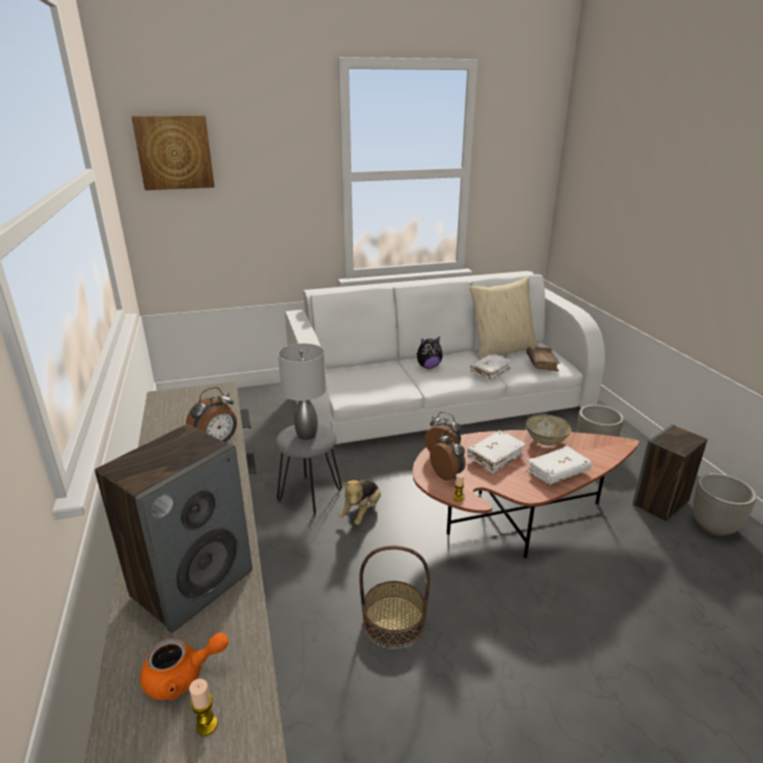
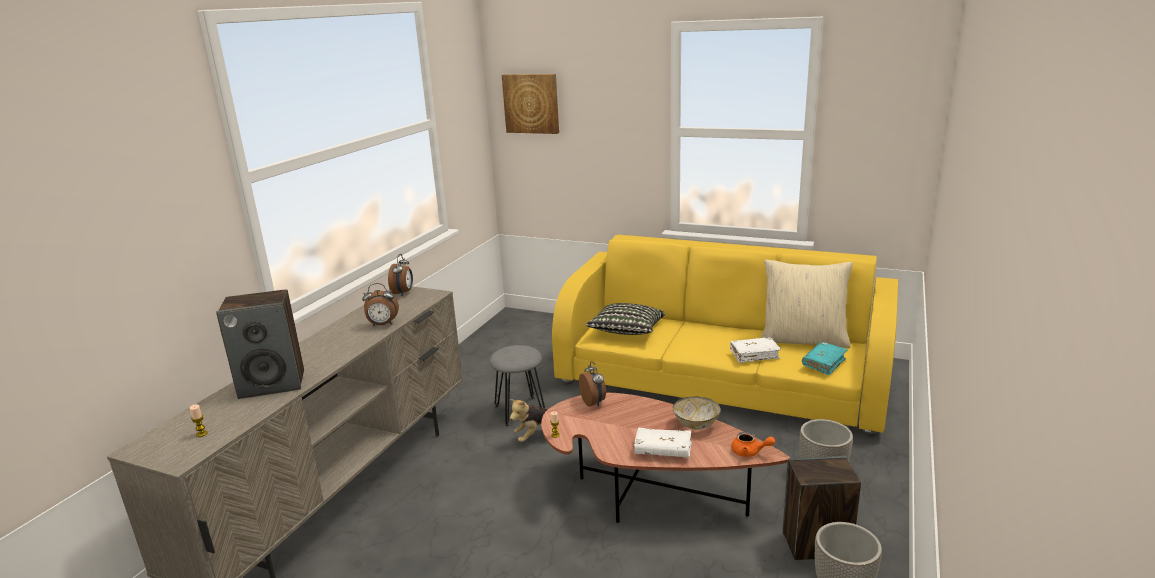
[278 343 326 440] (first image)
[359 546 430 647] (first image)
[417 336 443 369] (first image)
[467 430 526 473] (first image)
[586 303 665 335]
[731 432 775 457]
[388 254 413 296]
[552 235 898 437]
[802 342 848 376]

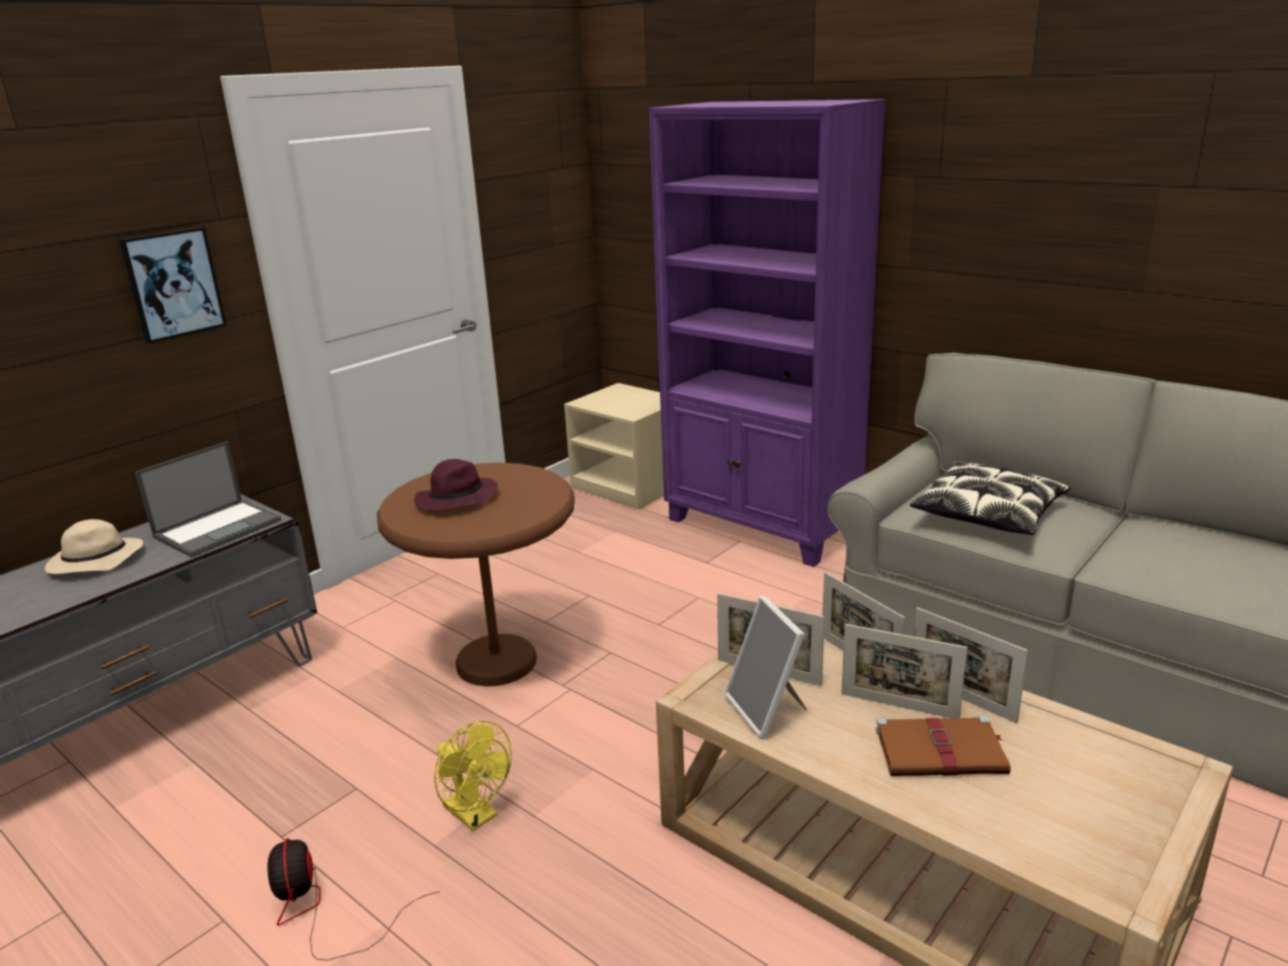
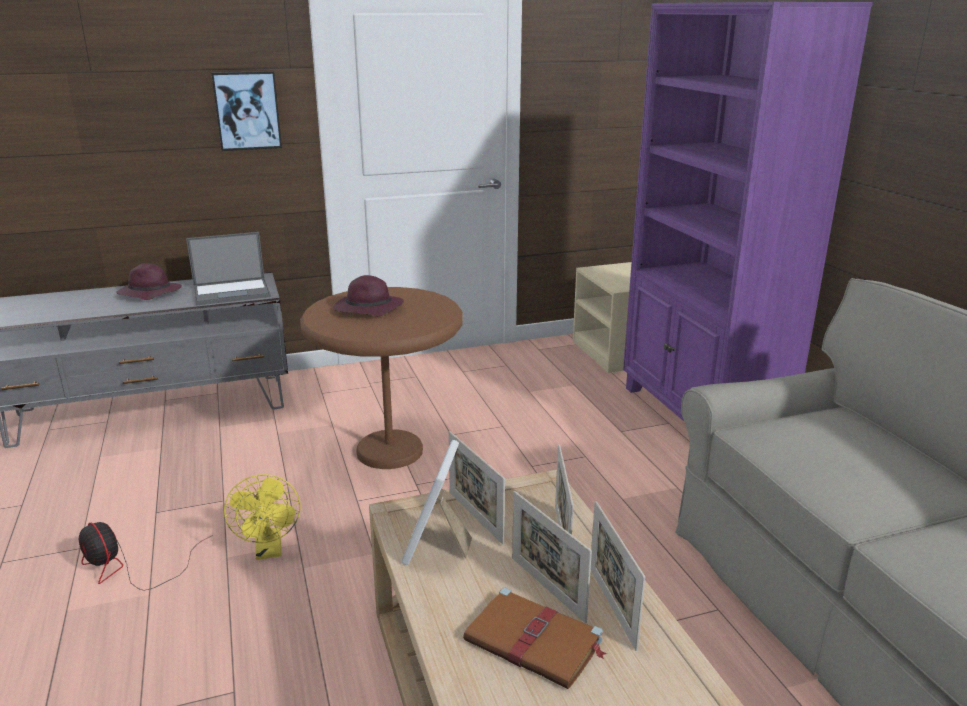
[910 461 1071 535] (first image)
[116 263 182 300]
[79 522 213 591]

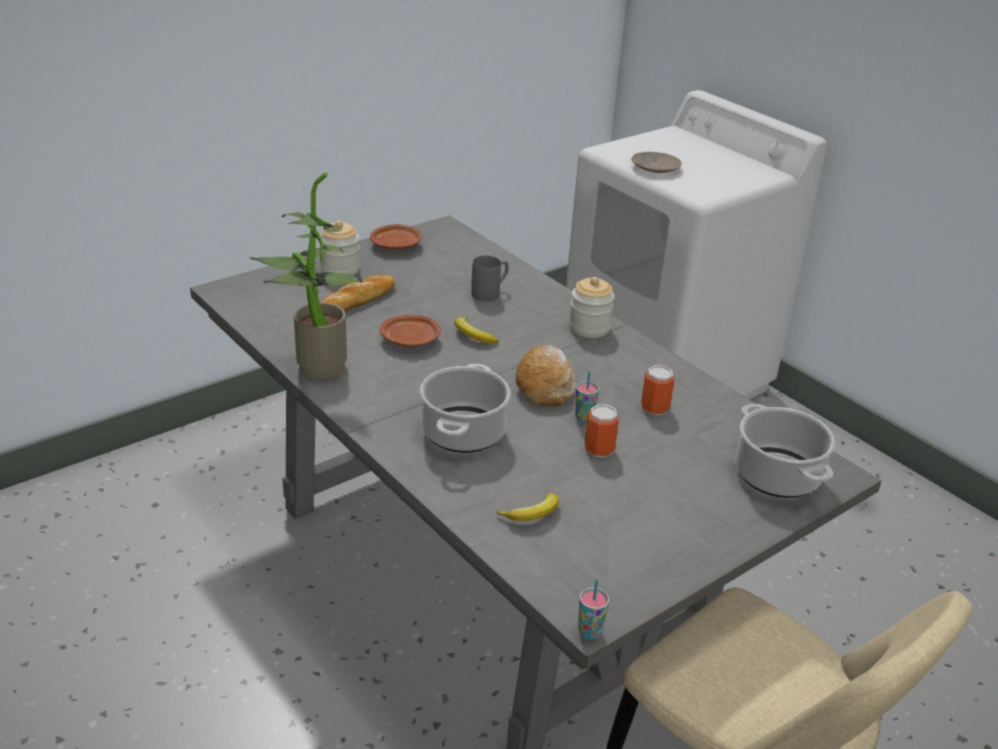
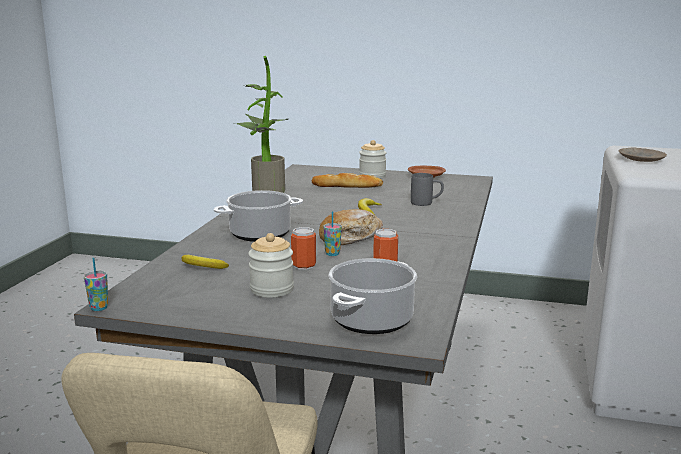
[380 315 441 347] (first image)
[248 233 294 298]

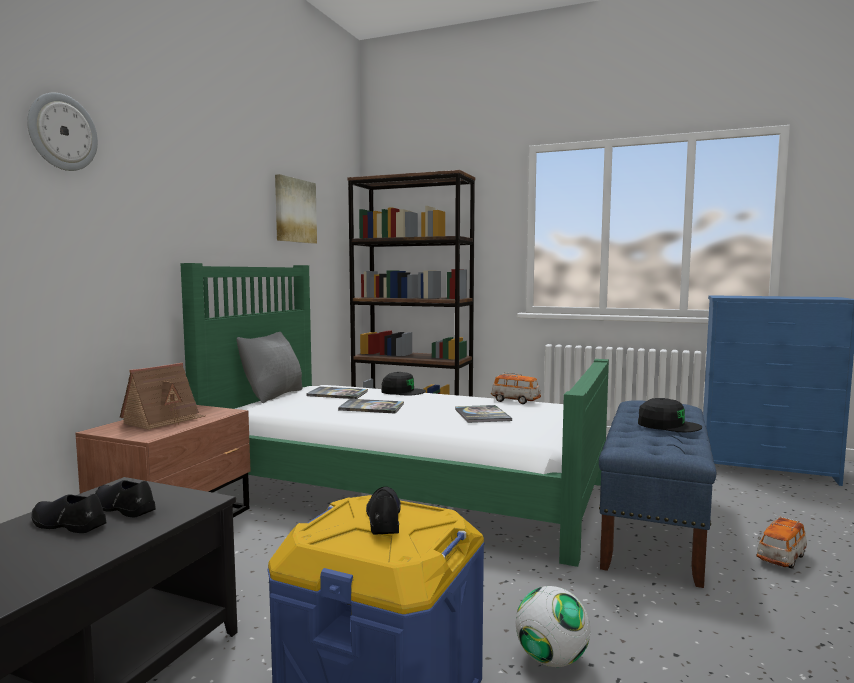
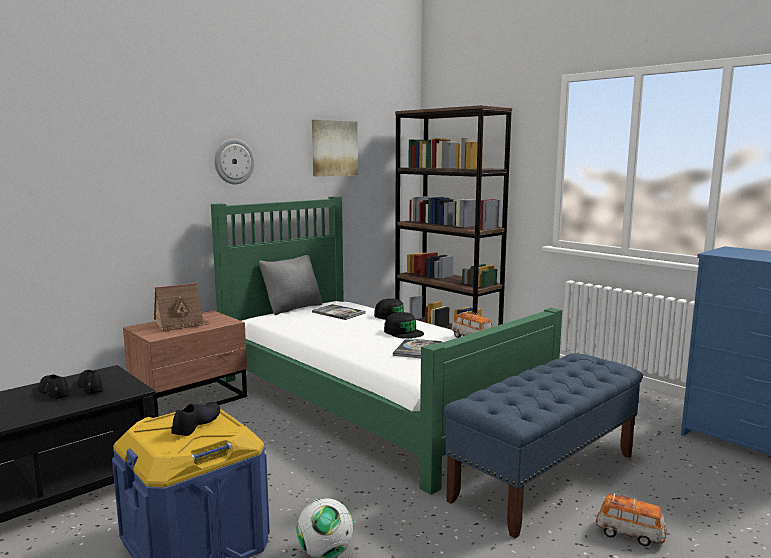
[338 399 404 414] (first image)
[214 139 255 184]
[384 312 424 338]
[596 493 667 546]

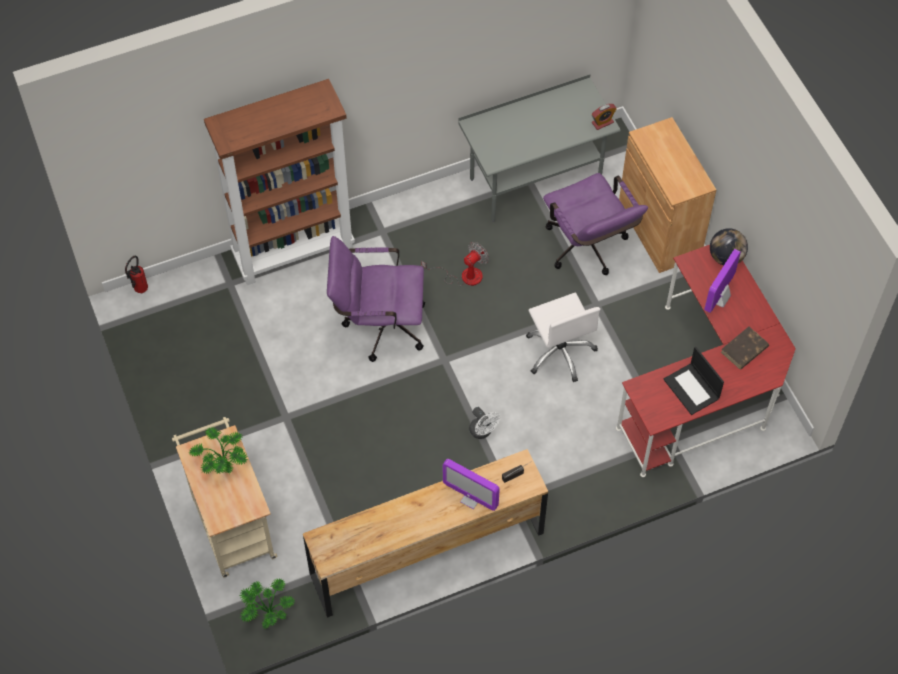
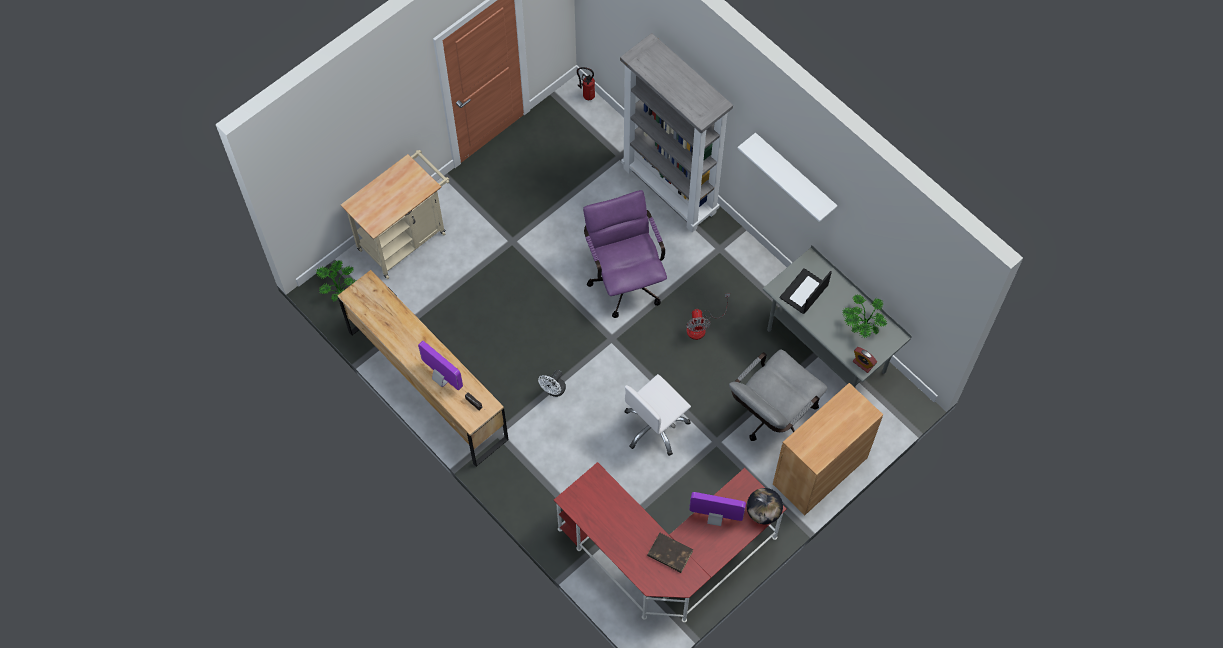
[737 133 838 222]
[842 294 887 338]
[780 268 832 314]
[620 33 733 232]
[729 350 828 441]
[686 293 730 340]
[418 341 463 390]

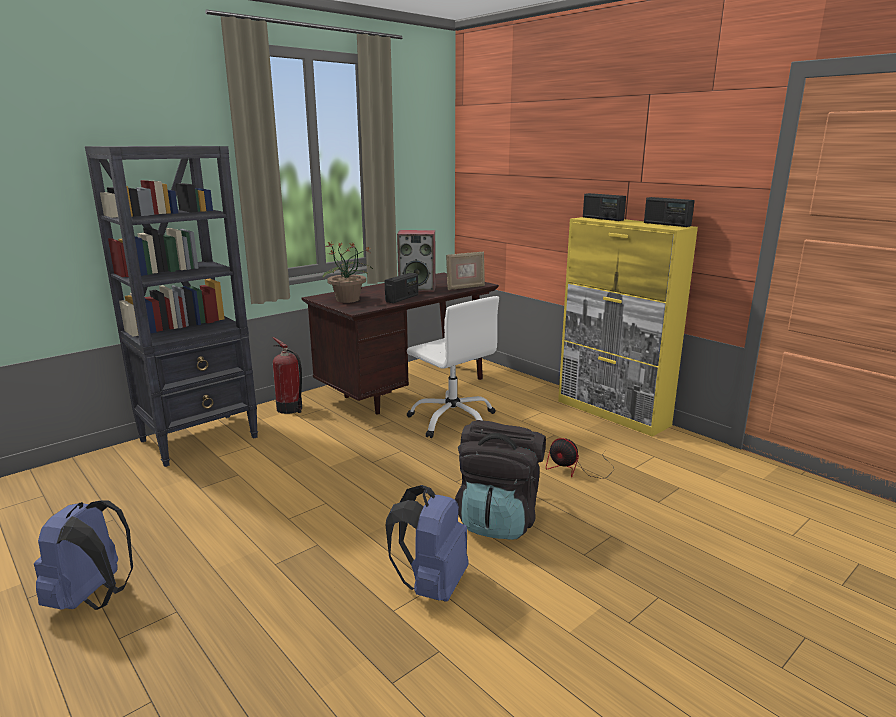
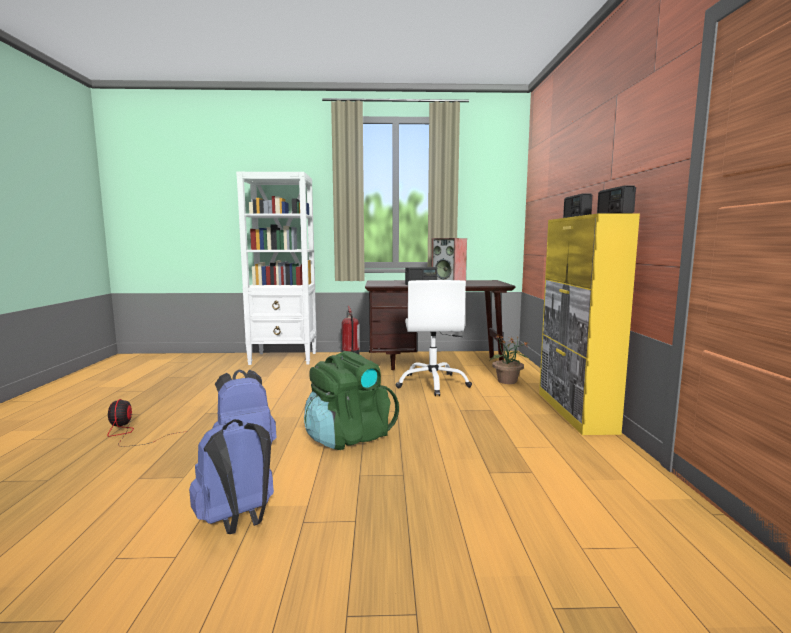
[446 251 485 290] (first image)
[189 419 274 534]
[490 334 530 384]
[107 399 180 447]
[236 171 317 365]
[304 351 399 450]

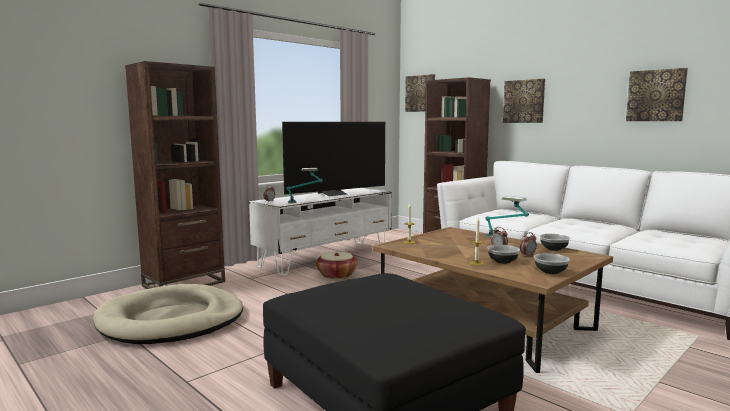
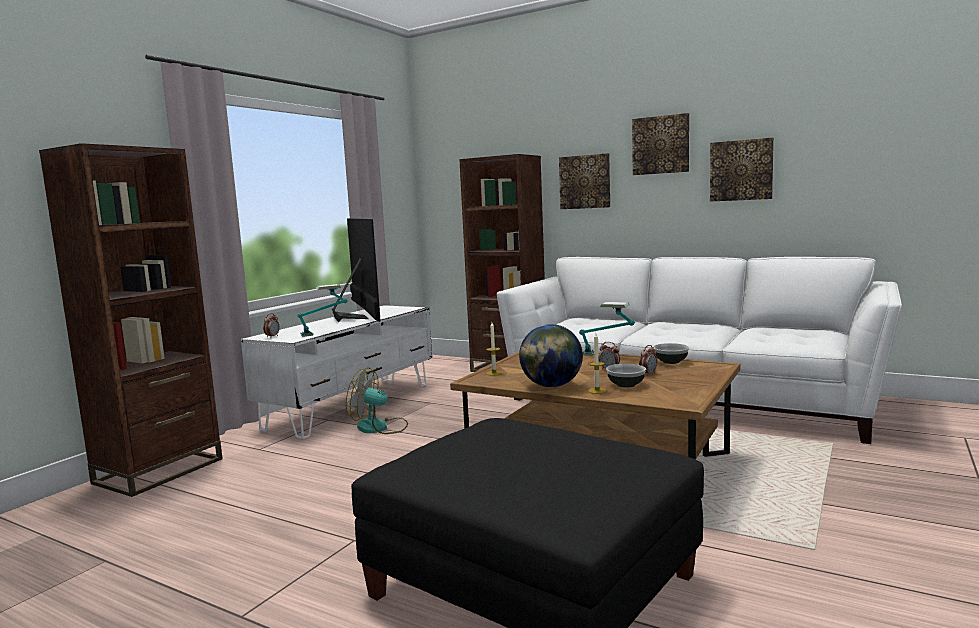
[93 284 243 344] (first image)
[534 253 570 274] (first image)
[519 324 583 387]
[632 113 689 175]
[346 367 408 434]
[332 218 381 322]

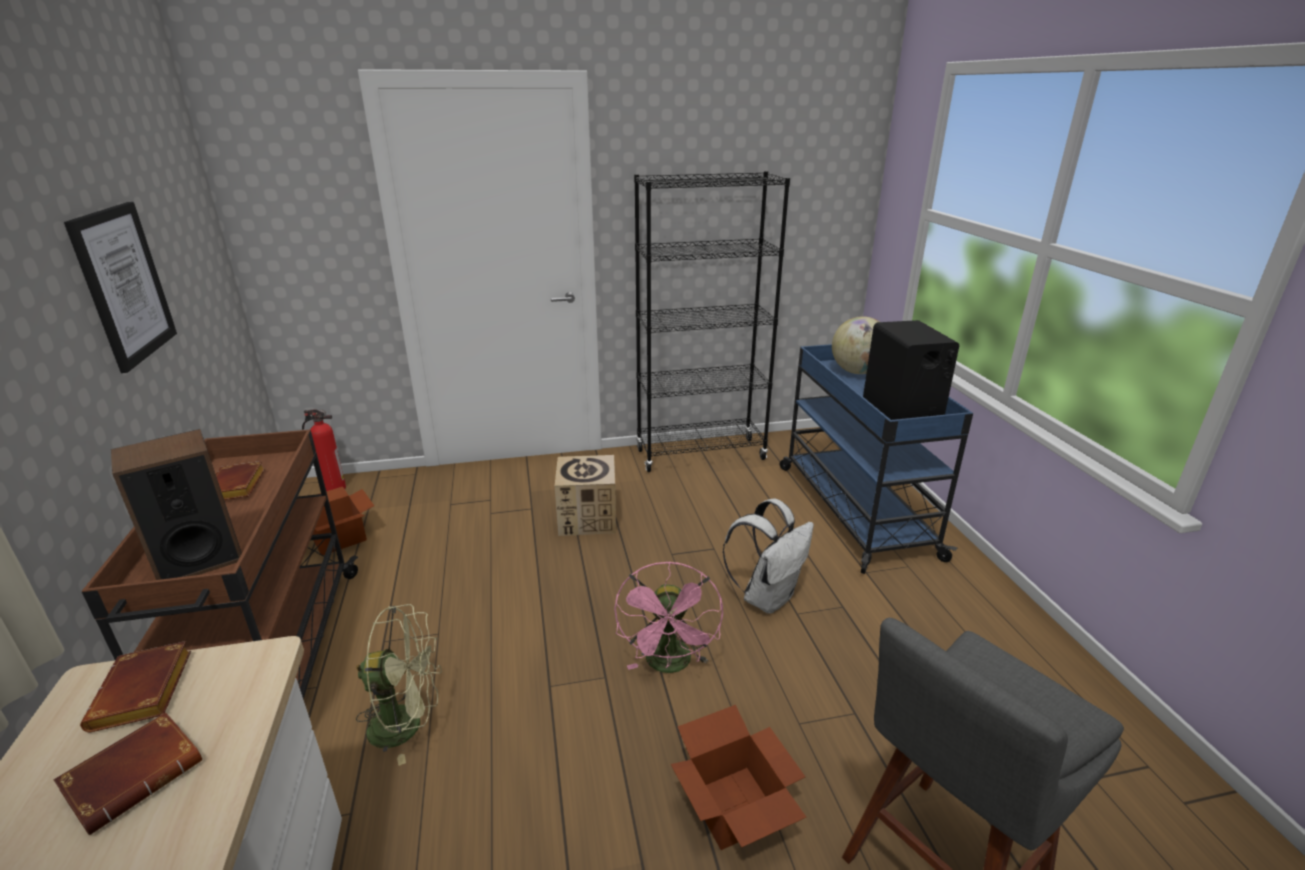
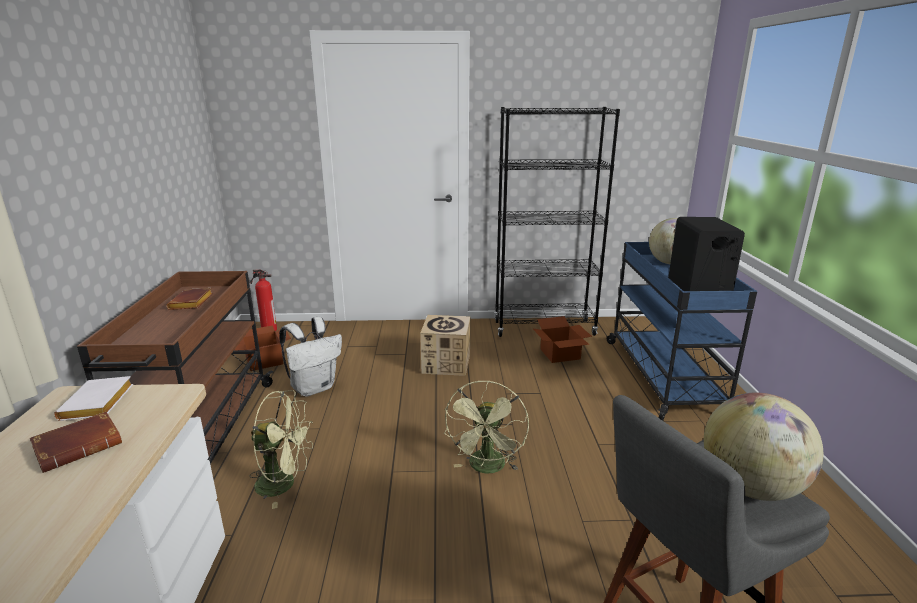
[64 202 177 373] (first image)
[111 429 242 580] (first image)
[704 393 823 501]
[533 316 592 363]
[279 317 342 396]
[54 376 133 421]
[444 380 529 473]

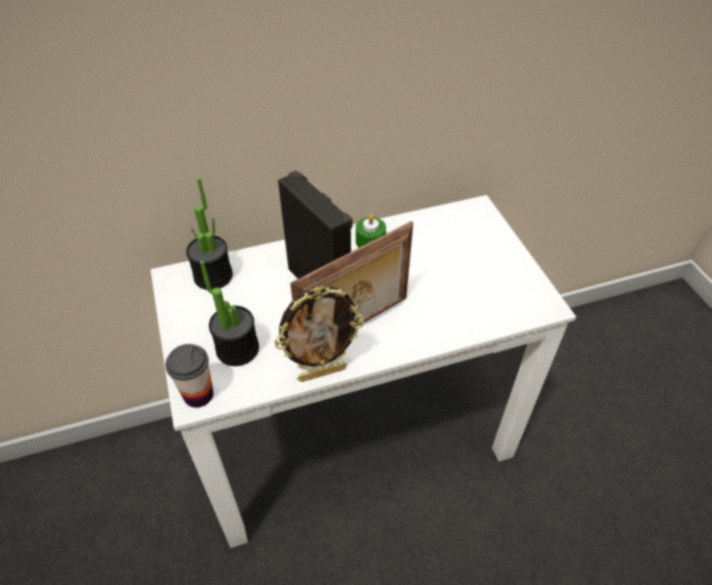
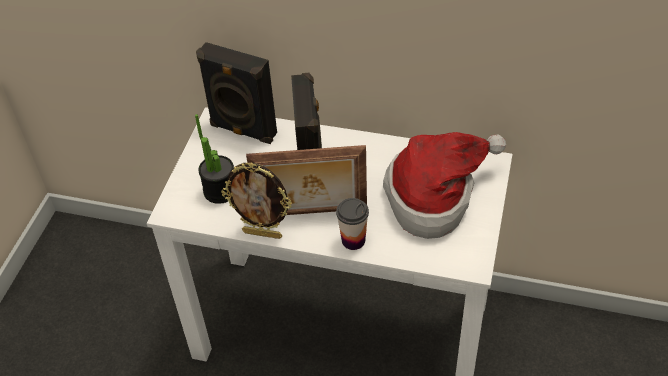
[356 214 386 248] (first image)
[383 132 506 239]
[336 198 369 250]
[196 42 277 144]

